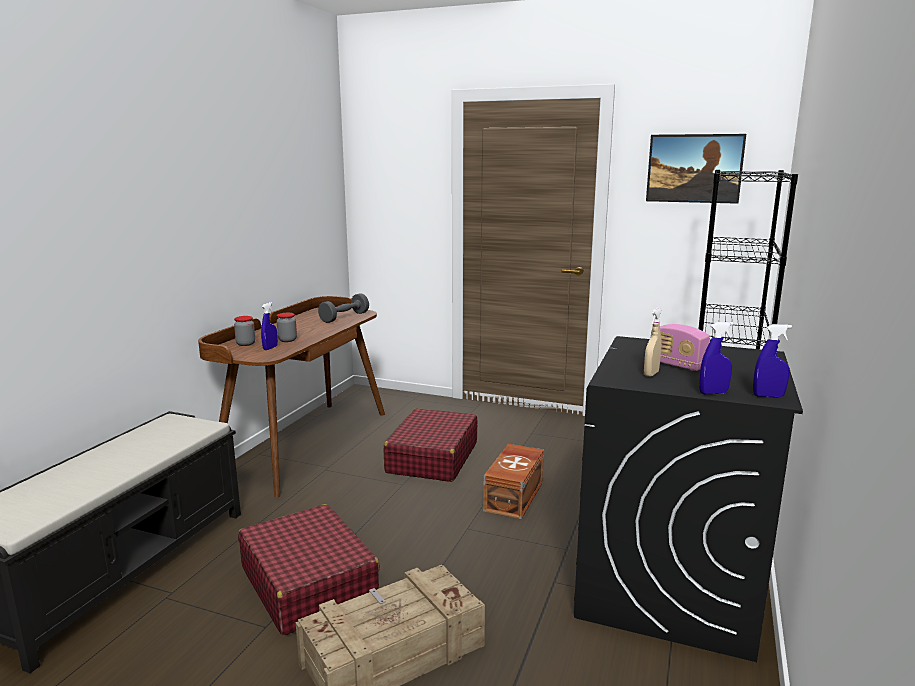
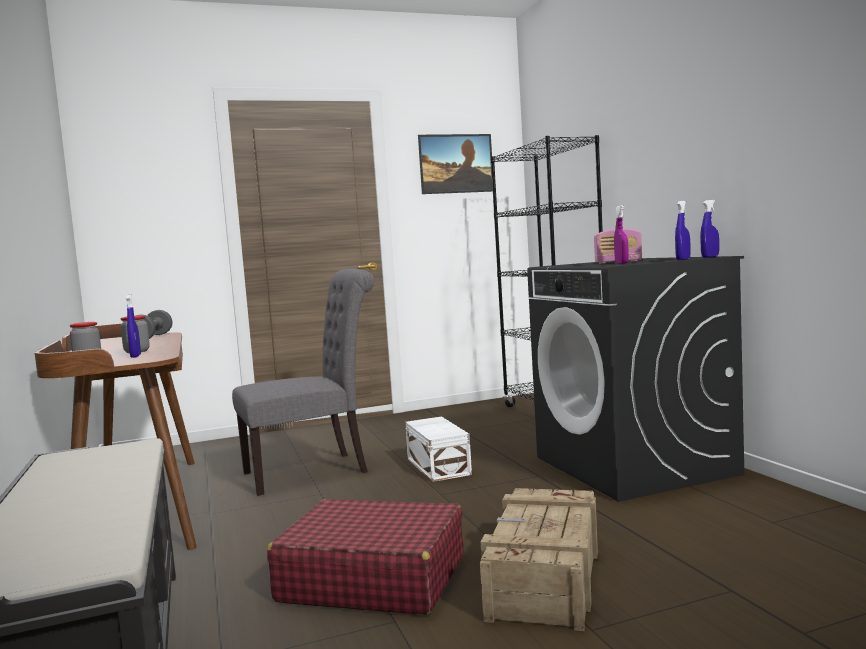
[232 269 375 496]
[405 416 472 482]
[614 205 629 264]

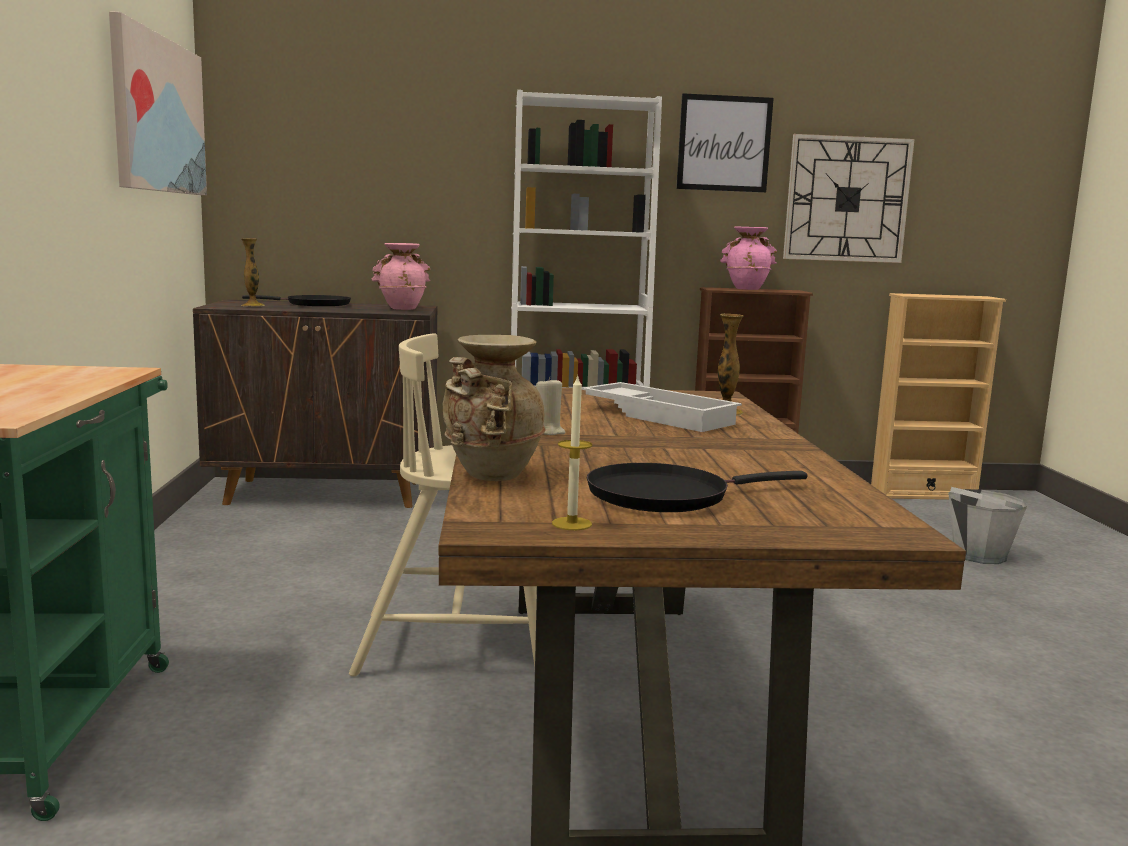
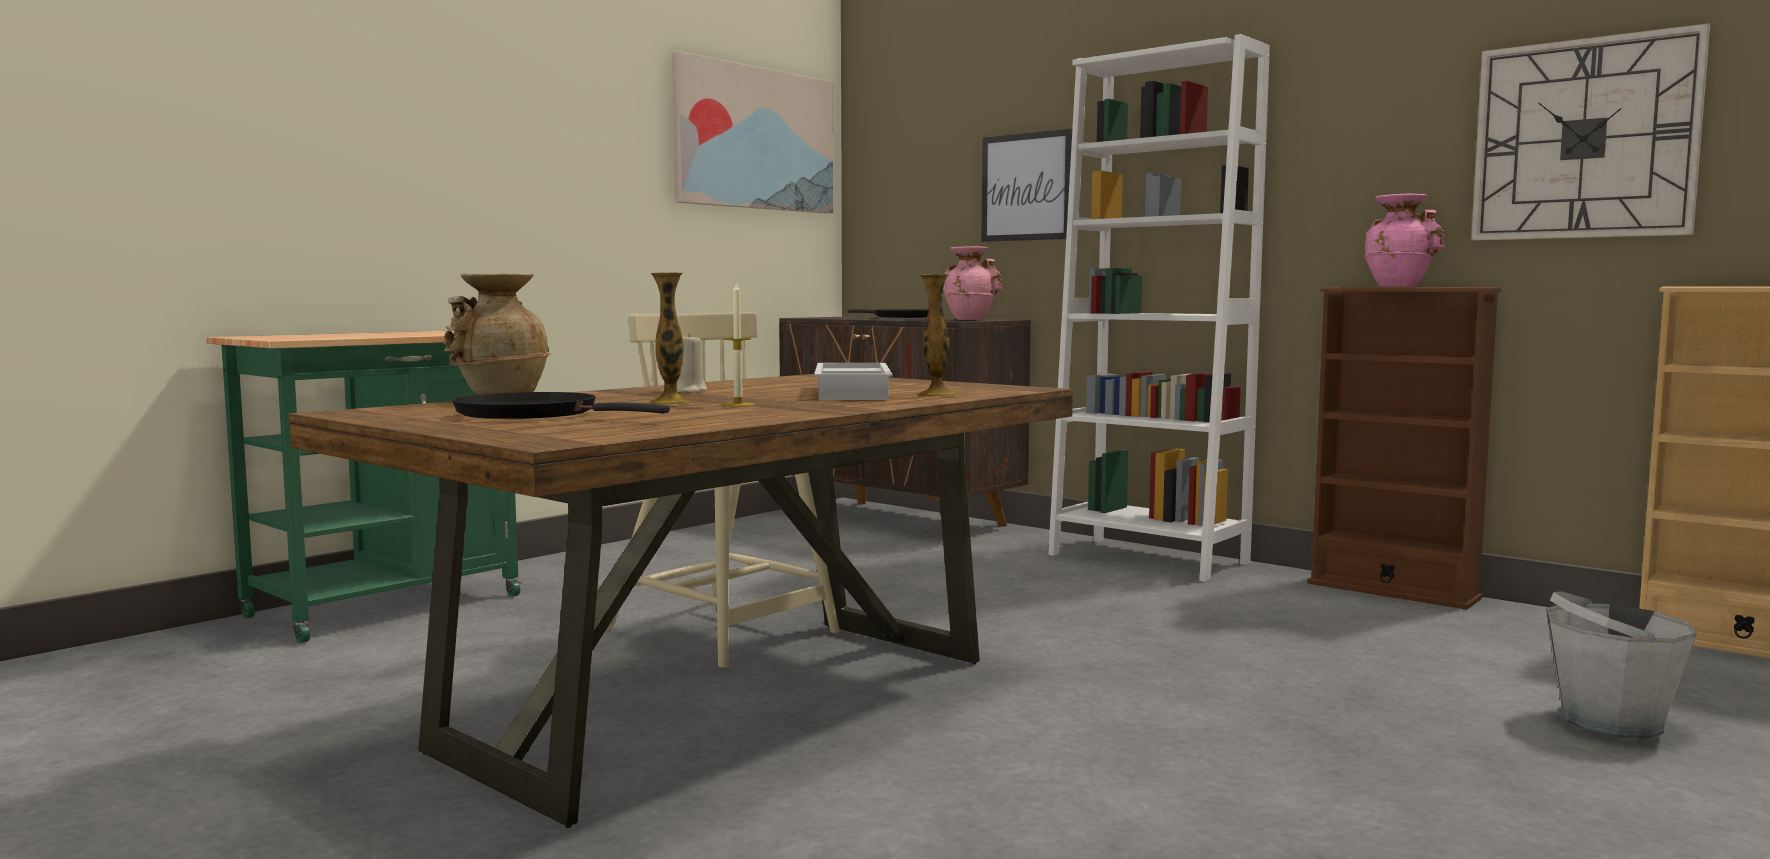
[648 272 694 405]
[722 281 755 407]
[981 129 1072 242]

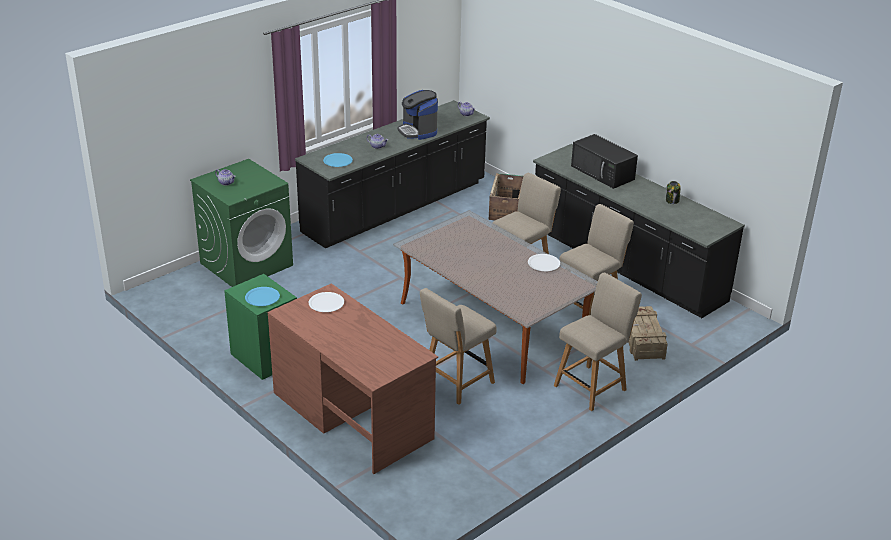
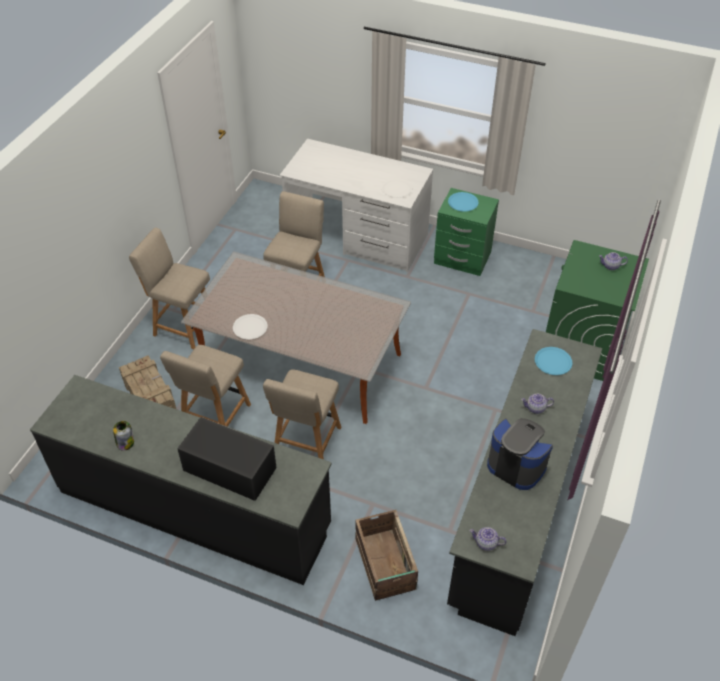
[280 139 433 272]
[129 227 210 349]

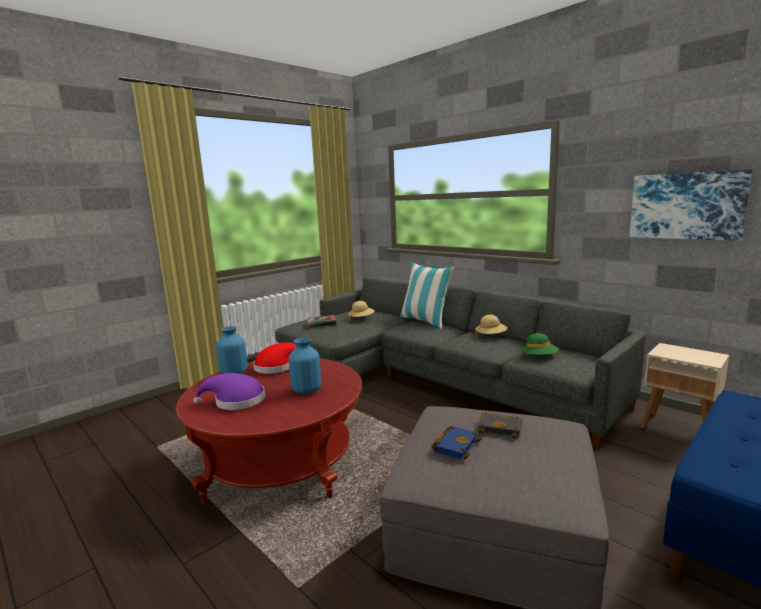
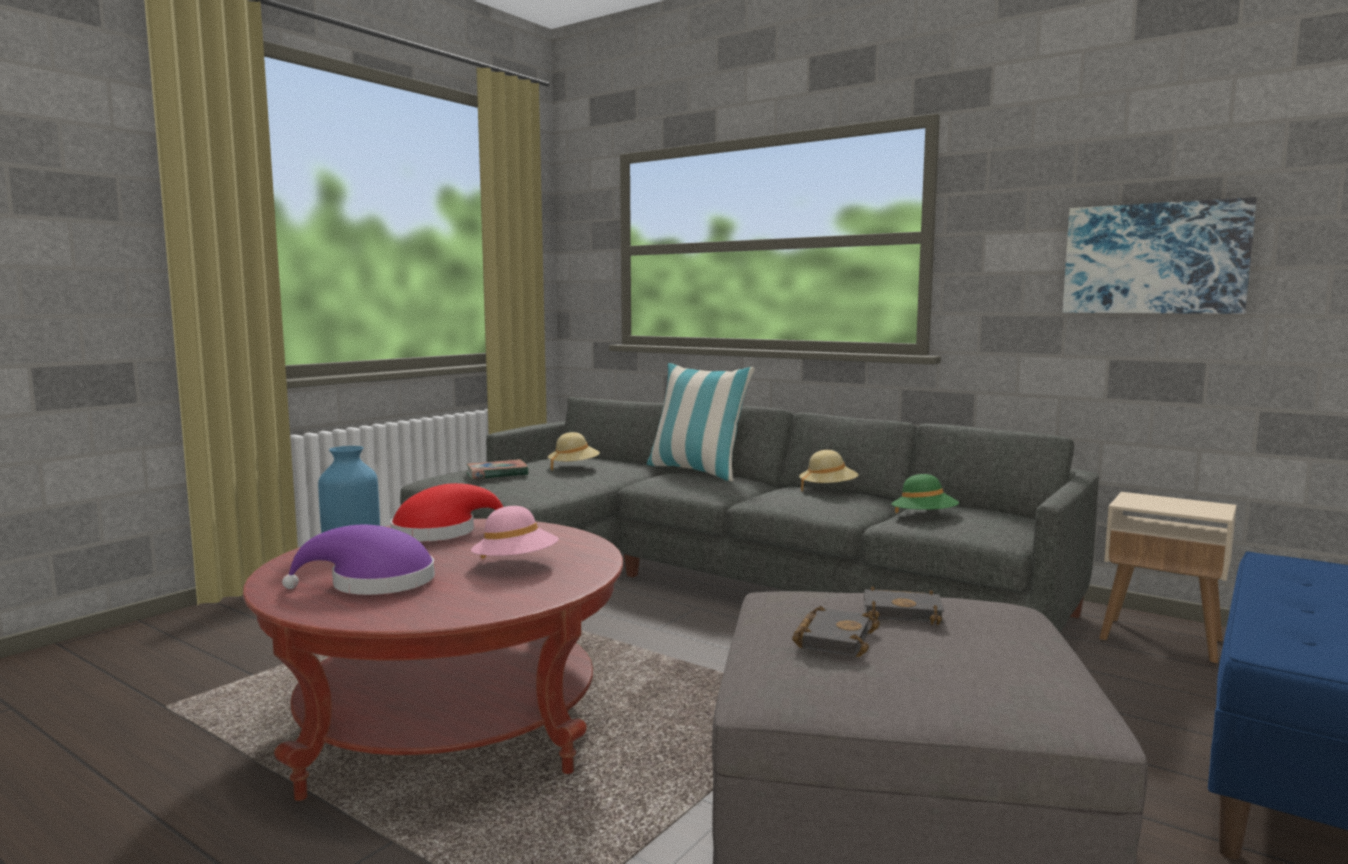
[471 506 559 559]
[792 606 880 657]

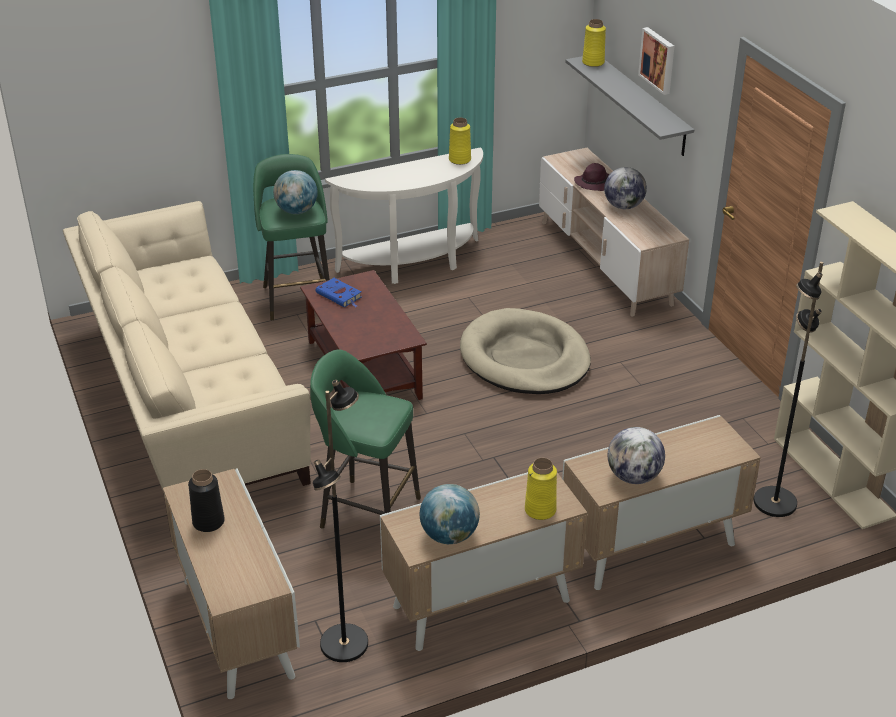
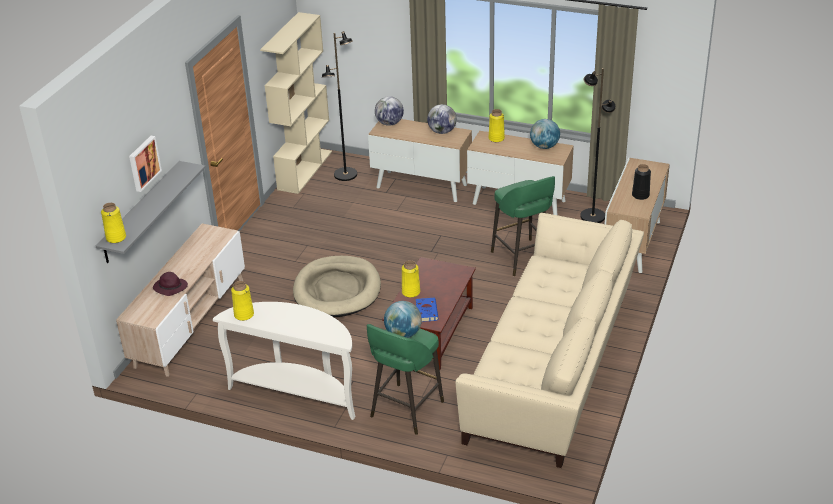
[402 260 420 298]
[375 96 404 126]

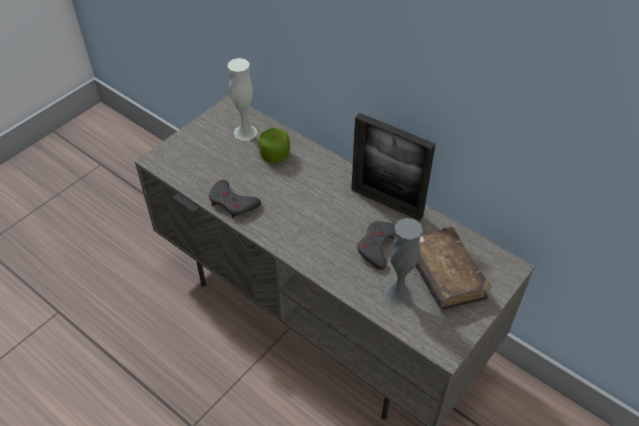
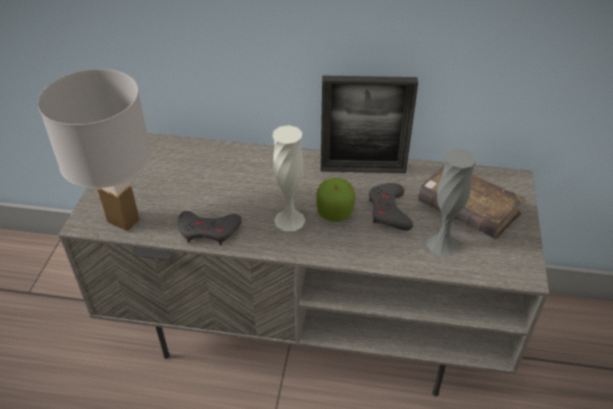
[38 69 152 231]
[272 125 305 231]
[316 178 356 222]

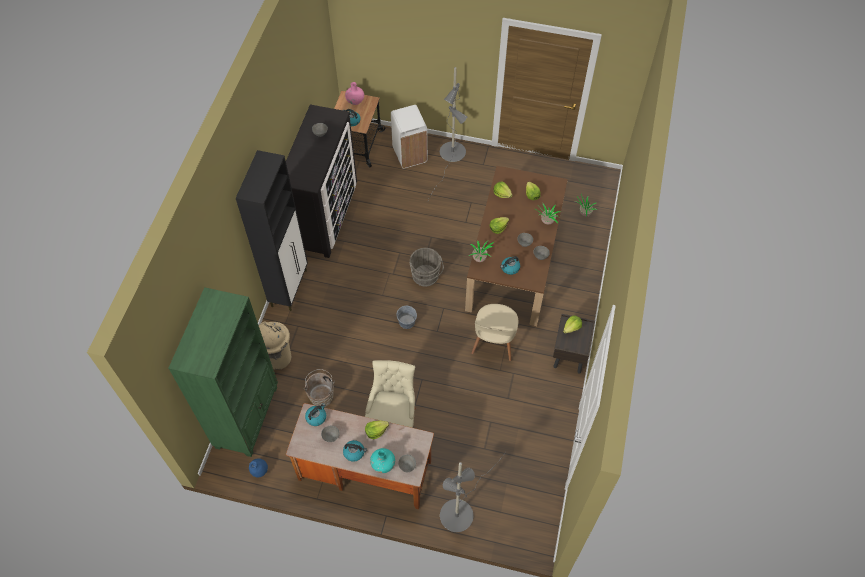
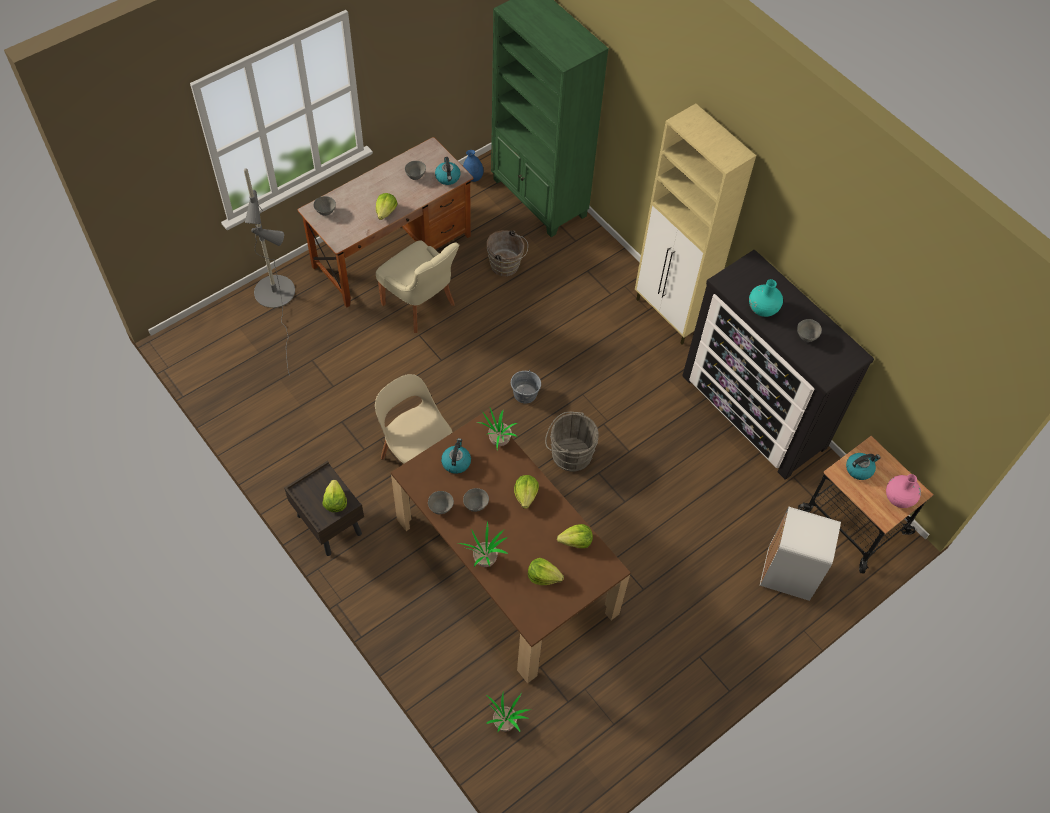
[259 321 291 370] (first image)
[343 440 367 462] (first image)
[428 67 467 200] (first image)
[749 279 783 317]
[635 104 756 344]

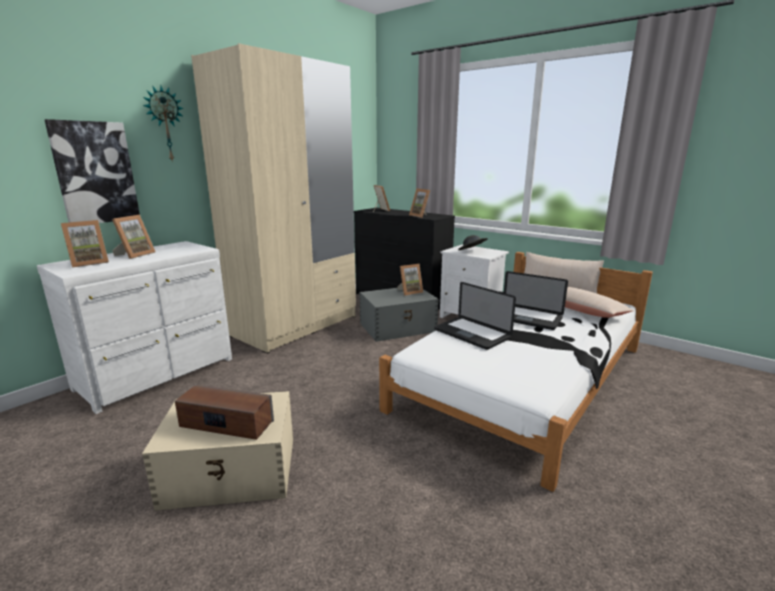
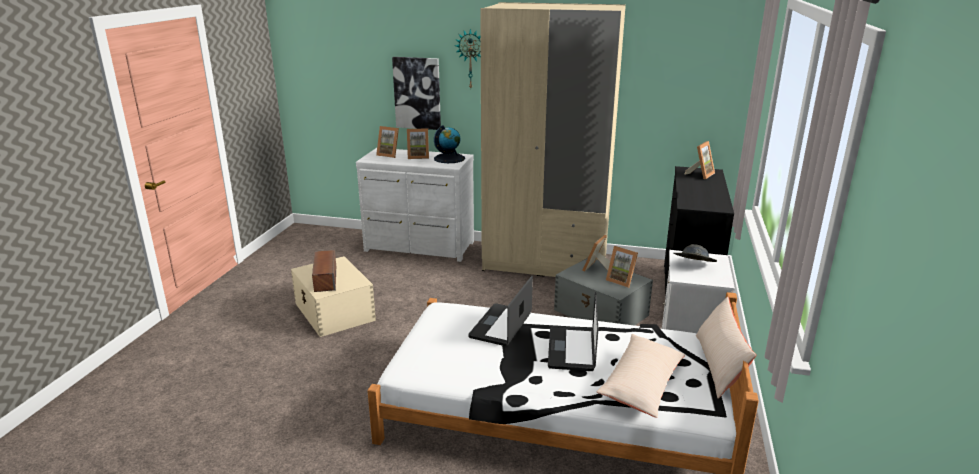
[434 125 465 163]
[583 235 610 272]

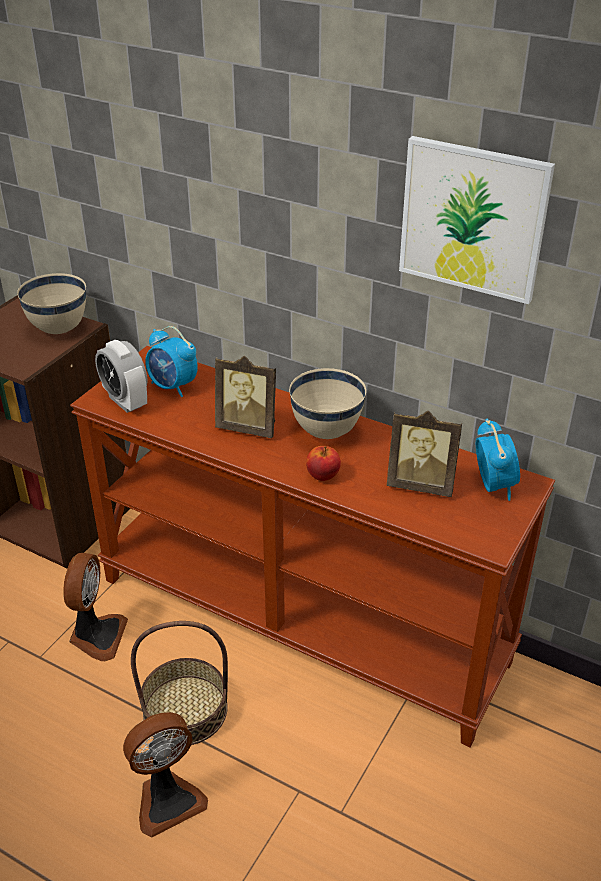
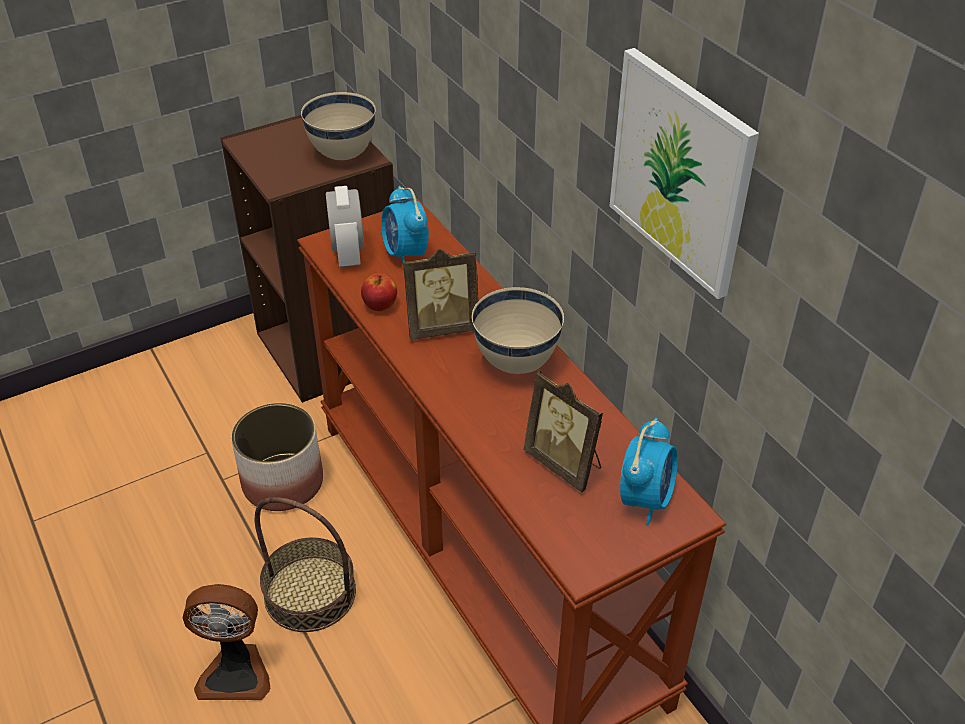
[361 274 397 312]
[231 403 323 511]
[403 249 478 340]

